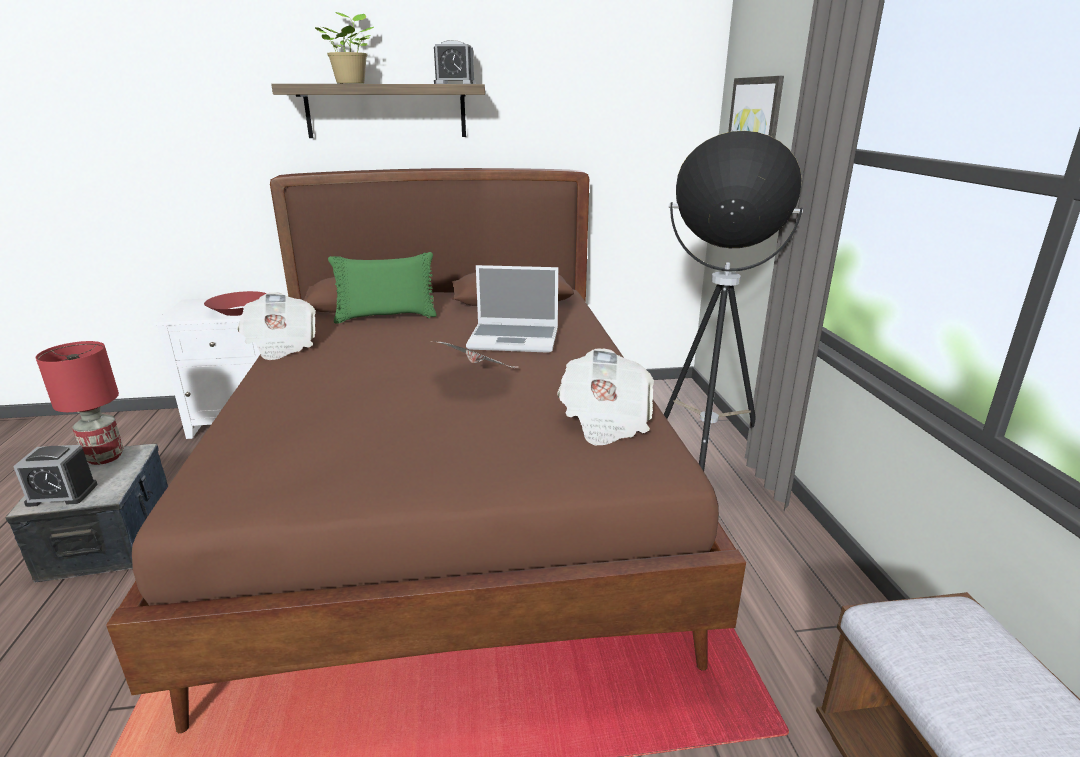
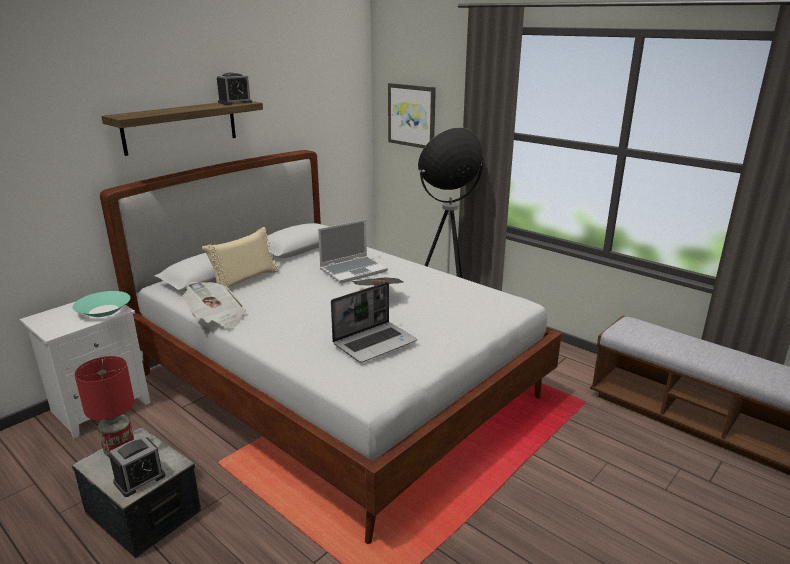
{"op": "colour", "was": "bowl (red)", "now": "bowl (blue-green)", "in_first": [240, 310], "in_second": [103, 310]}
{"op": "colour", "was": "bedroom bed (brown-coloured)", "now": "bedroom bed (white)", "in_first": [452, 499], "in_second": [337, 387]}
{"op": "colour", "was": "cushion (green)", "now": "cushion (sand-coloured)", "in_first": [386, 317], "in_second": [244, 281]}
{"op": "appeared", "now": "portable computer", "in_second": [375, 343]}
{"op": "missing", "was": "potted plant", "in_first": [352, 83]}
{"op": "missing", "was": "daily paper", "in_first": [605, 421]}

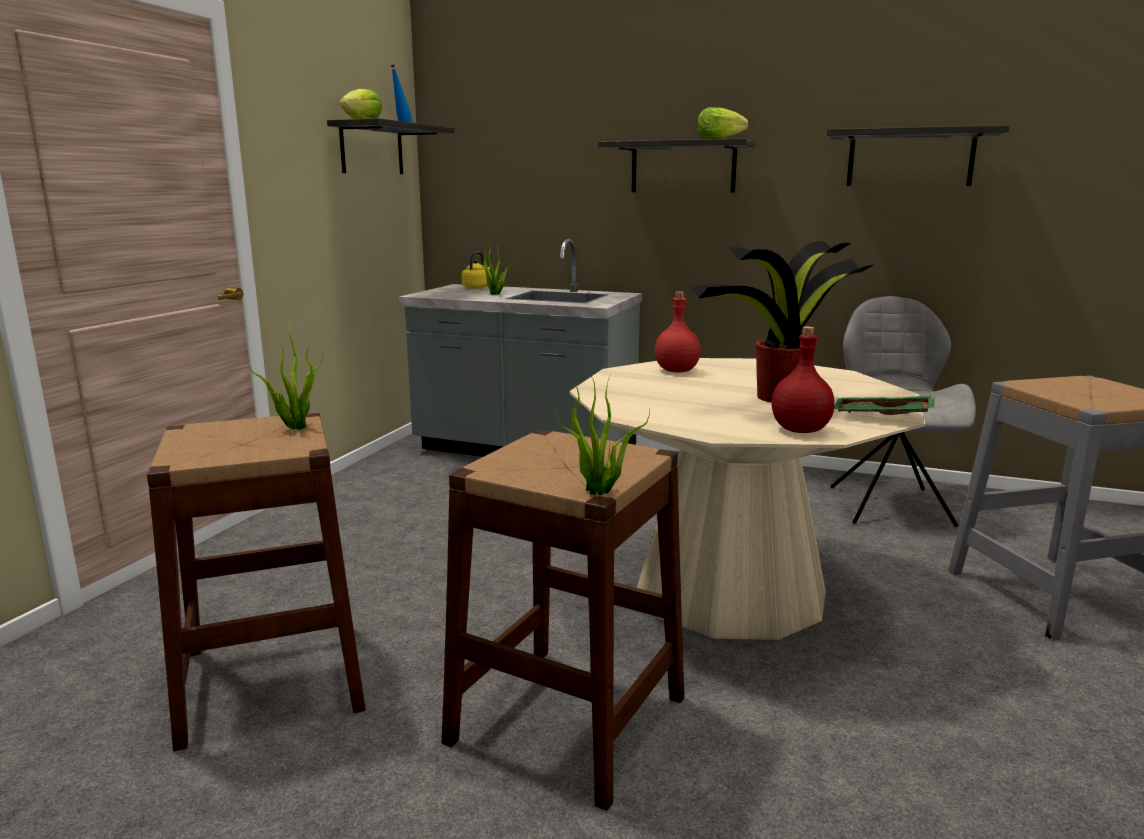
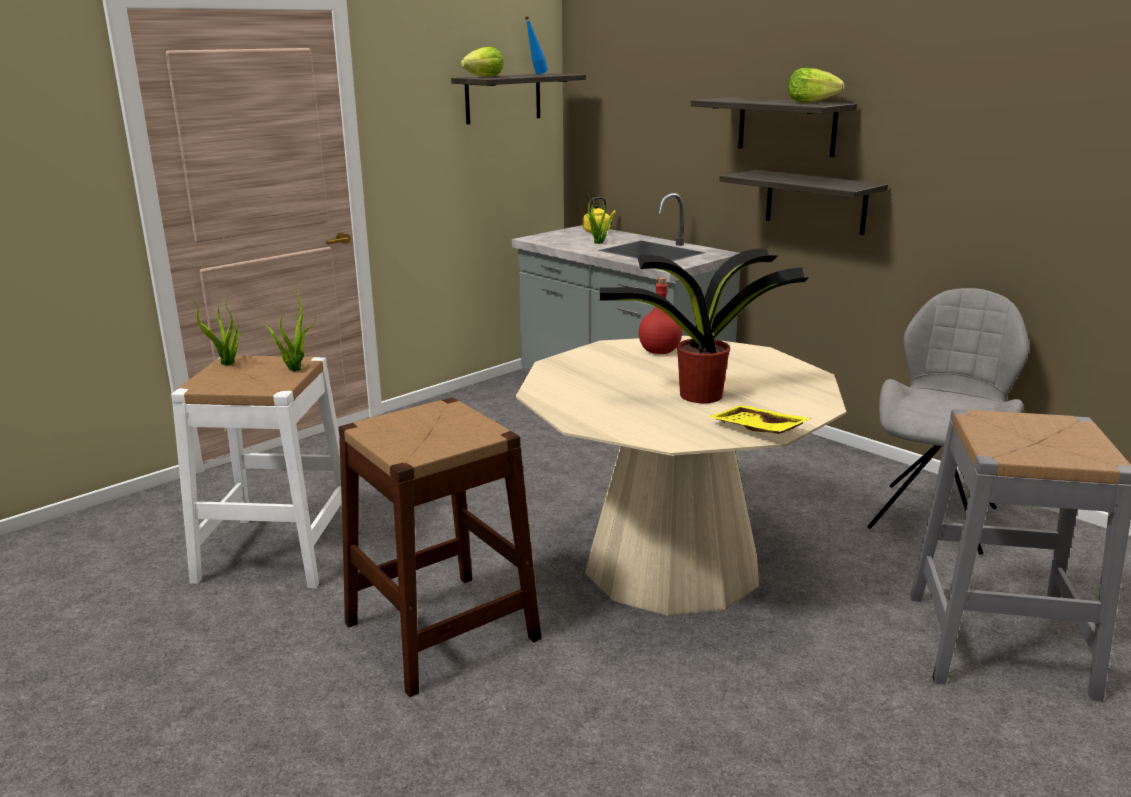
{"op": "colour", "was": "stool (brown-coloured)", "now": "stool (white)", "in_first": [272, 679], "in_second": [277, 551]}
{"op": "relocated", "was": "potted plant", "in_first": [599, 492], "in_second": [228, 364]}
{"op": "colour", "was": "carrying tray (green)", "now": "carrying tray (yellow)", "in_first": [881, 417], "in_second": [756, 430]}
{"op": "relocated", "was": "bracket shelf", "in_first": [910, 158], "in_second": [815, 202]}
{"op": "missing", "was": "drink bottle (red)", "in_first": [799, 430]}

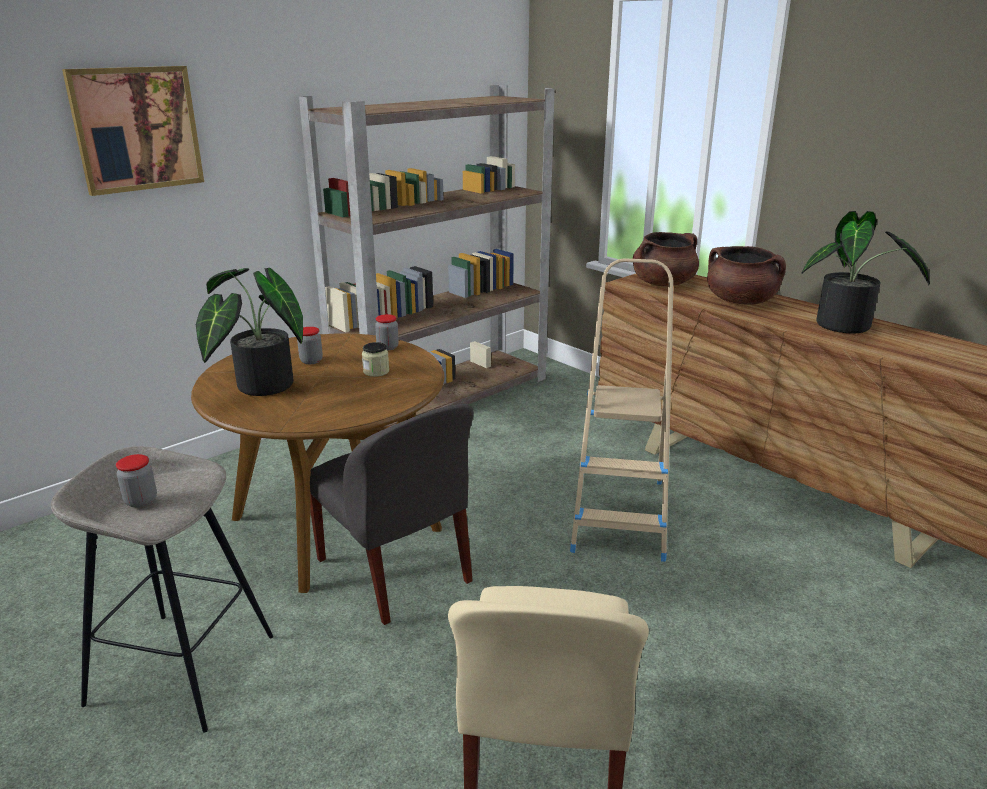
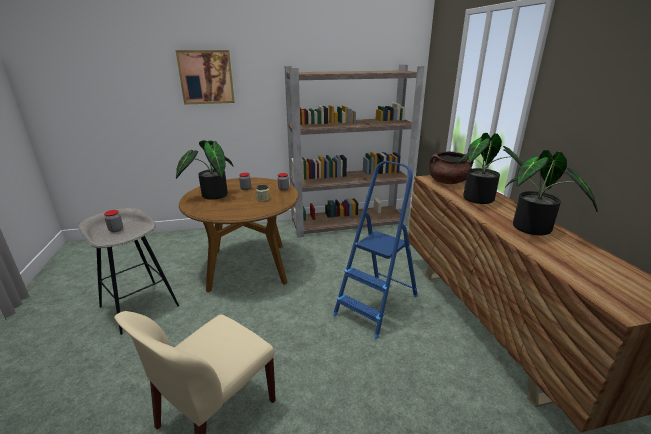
{"op": "colour", "was": "step ladder (sand-coloured)", "now": "step ladder (blue)", "in_first": [618, 515], "in_second": [376, 305]}
{"op": "exchanged", "was": "stockpot (brown-coloured)", "now": "potted plant", "in_first": [740, 301], "in_second": [481, 200]}
{"op": "missing", "was": "plain chair (greyish)", "in_first": [396, 573]}

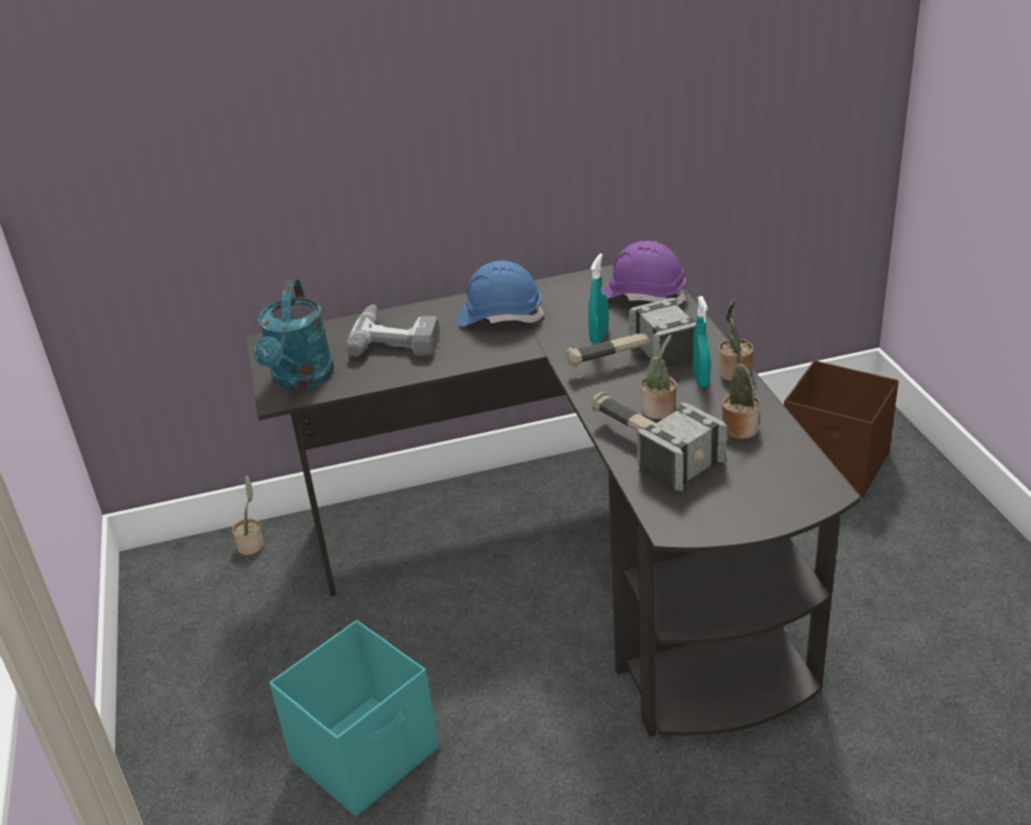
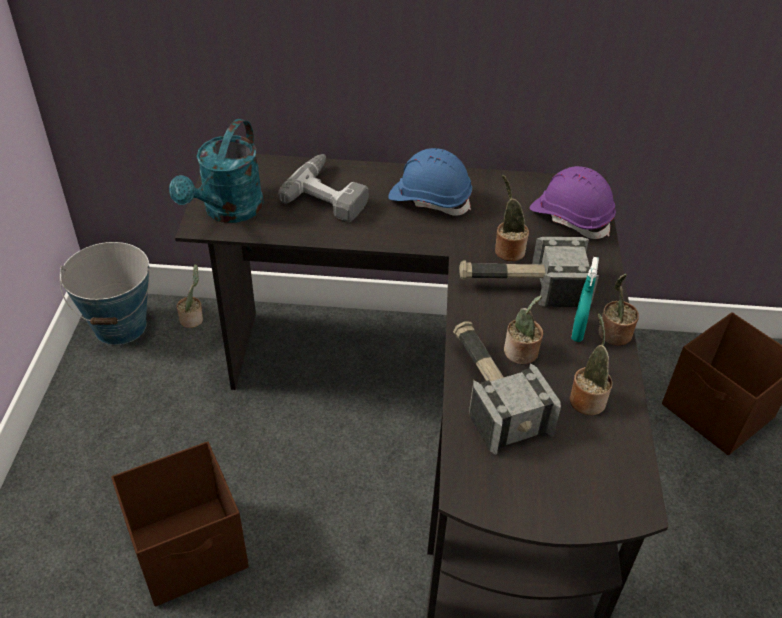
{"op": "appeared", "now": "bucket", "in_second": [121, 326]}
{"op": "colour", "was": "storage bin (blue-green)", "now": "storage bin (brown-coloured)", "in_first": [367, 755], "in_second": [191, 550]}
{"op": "exchanged", "was": "hand sprayer (blue-green)", "now": "potted plant", "in_first": [599, 336], "in_second": [507, 250]}

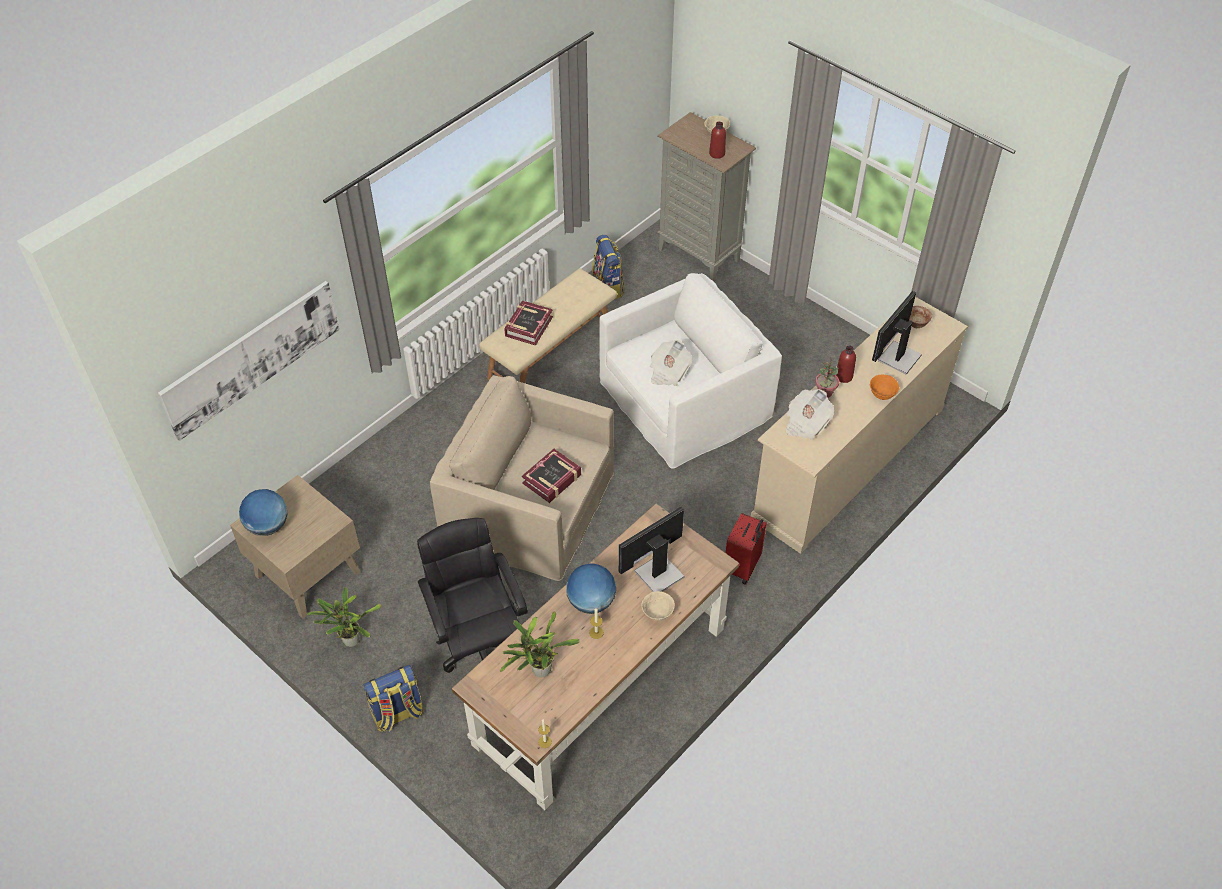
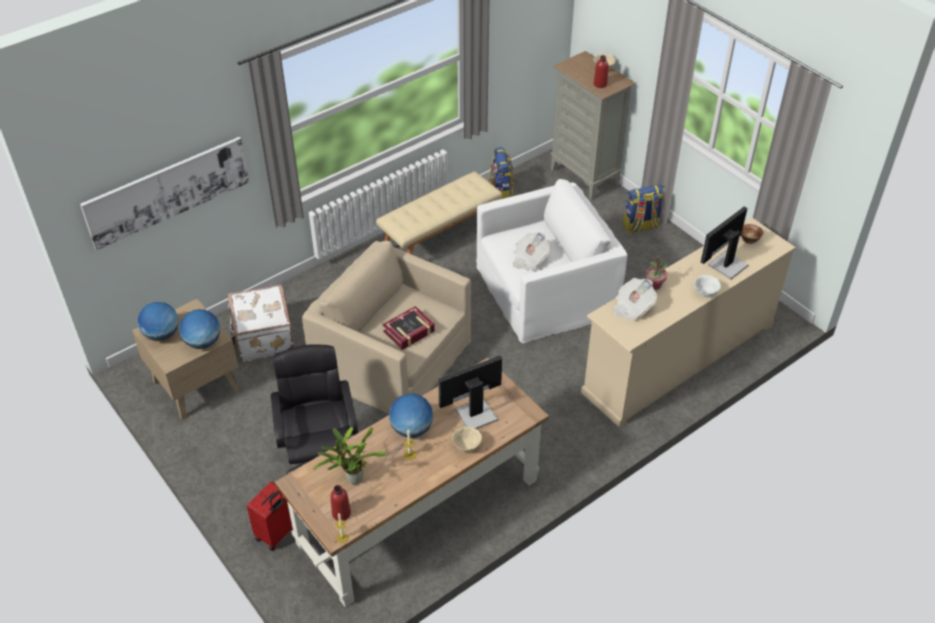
{"op": "appeared", "now": "world globe", "in_second": [203, 342]}
{"op": "appeared", "now": "suitcase (white)", "in_second": [263, 338]}
{"op": "relocated", "was": "suitcase (red)", "in_first": [743, 567], "in_second": [277, 534]}
{"op": "relocated", "was": "drink bottle (red)", "in_first": [844, 376], "in_second": [341, 513]}
{"op": "relocated", "was": "backpack", "in_first": [397, 714], "in_second": [640, 226]}
{"op": "colour", "was": "bowl (orange)", "now": "bowl (white)", "in_first": [882, 395], "in_second": [705, 293]}
{"op": "missing", "was": "potted plant", "in_first": [349, 639]}
{"op": "missing", "was": "bound book", "in_first": [528, 326]}

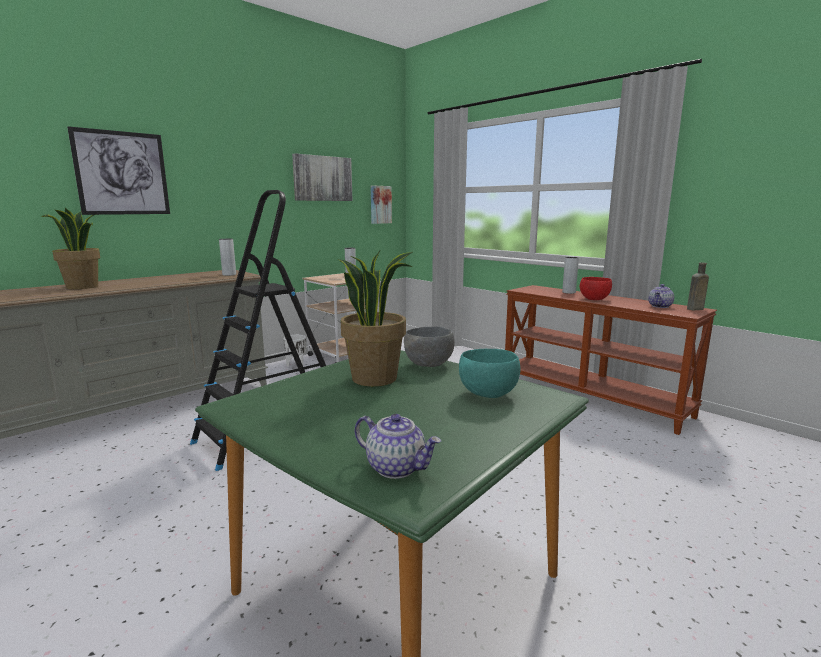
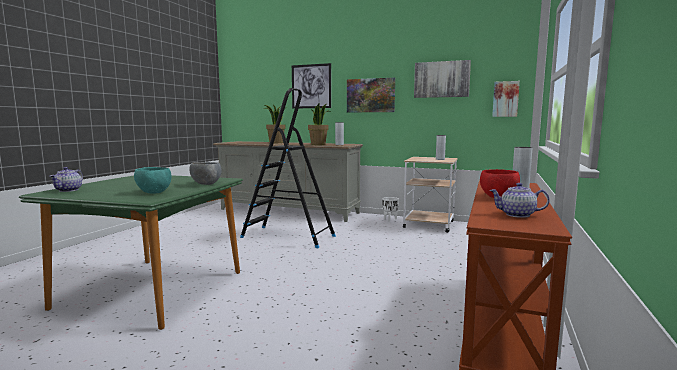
{"op": "relocated", "was": "potted plant", "in_first": [375, 378], "in_second": [318, 144]}
{"op": "appeared", "now": "wall picture", "in_second": [370, 95]}
{"op": "missing", "was": "drink bottle (brown-coloured)", "in_first": [694, 309]}

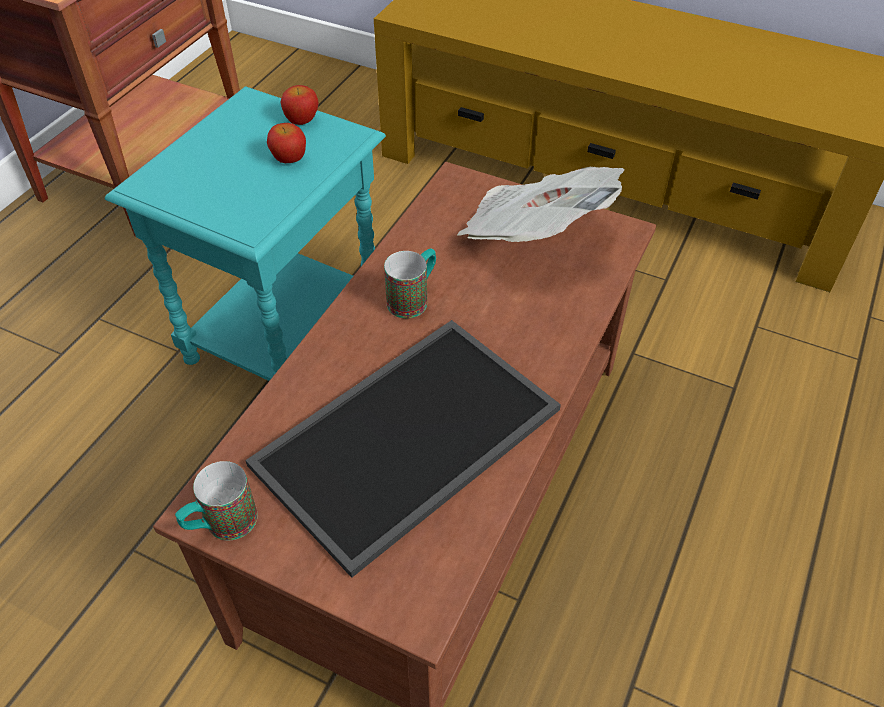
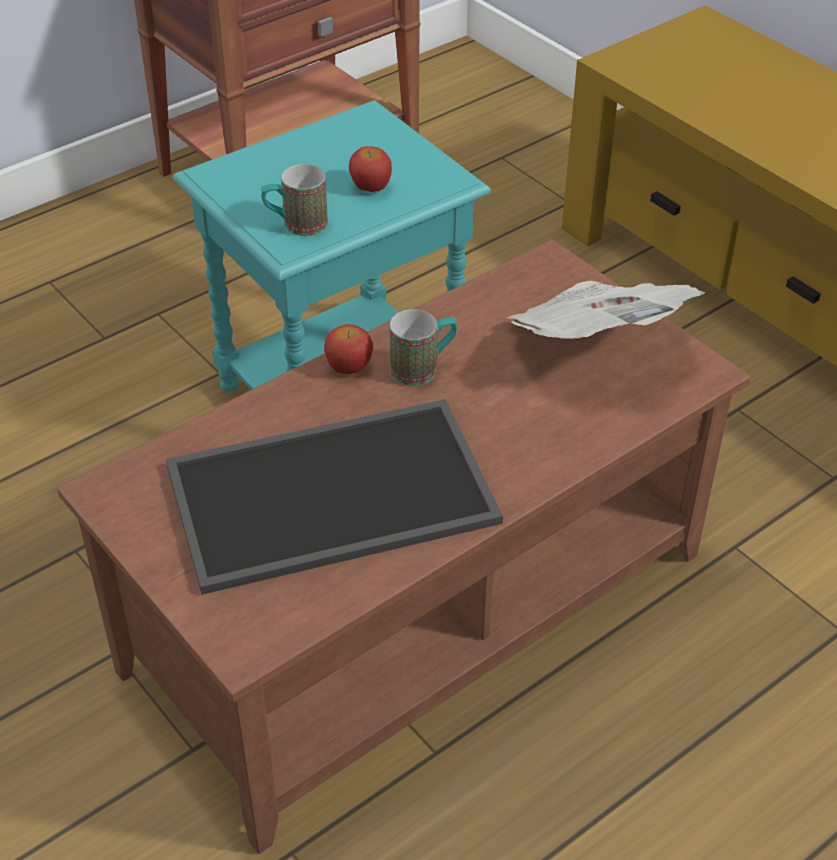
{"op": "relocated", "was": "coffee mug", "in_first": [222, 525], "in_second": [296, 225]}
{"op": "relocated", "was": "apple", "in_first": [302, 120], "in_second": [349, 367]}

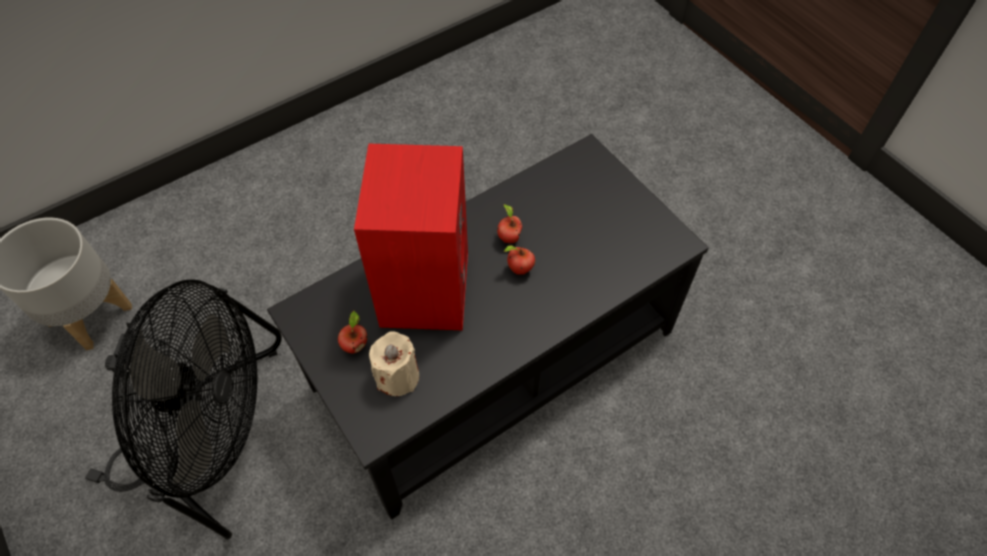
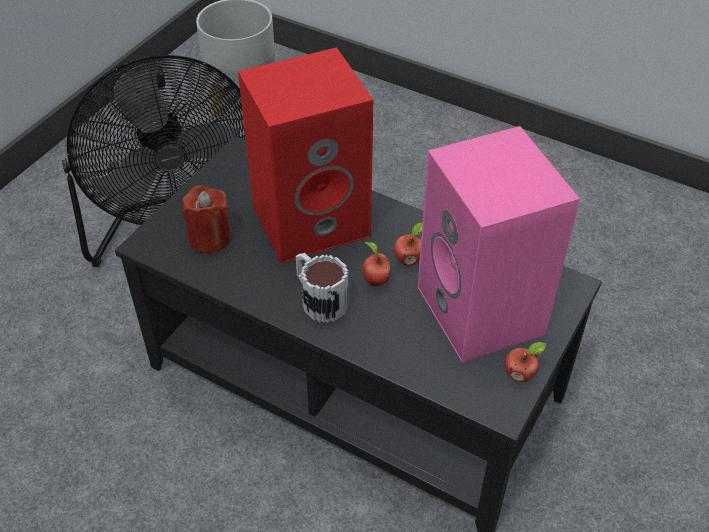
{"op": "colour", "was": "wax light (sand-coloured)", "now": "wax light (red)", "in_first": [397, 376], "in_second": [209, 238]}
{"op": "appeared", "now": "coffee mug", "in_second": [319, 299]}
{"op": "appeared", "now": "speaker (pink-coloured)", "in_second": [484, 312]}
{"op": "relocated", "was": "apple", "in_first": [355, 345], "in_second": [520, 375]}

